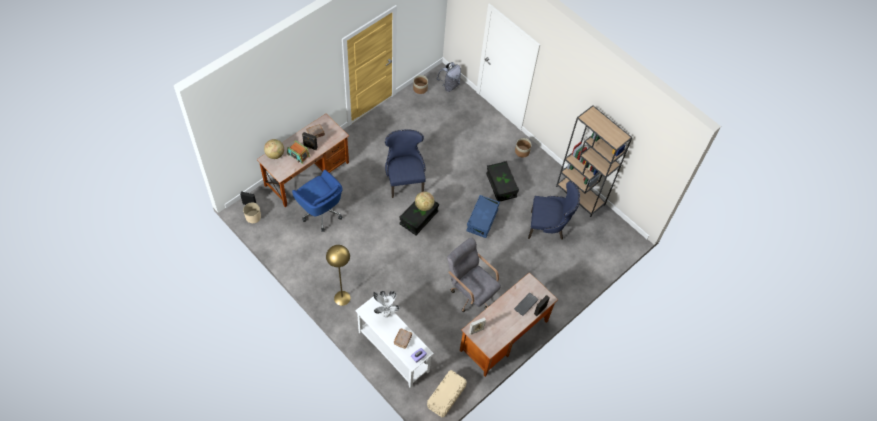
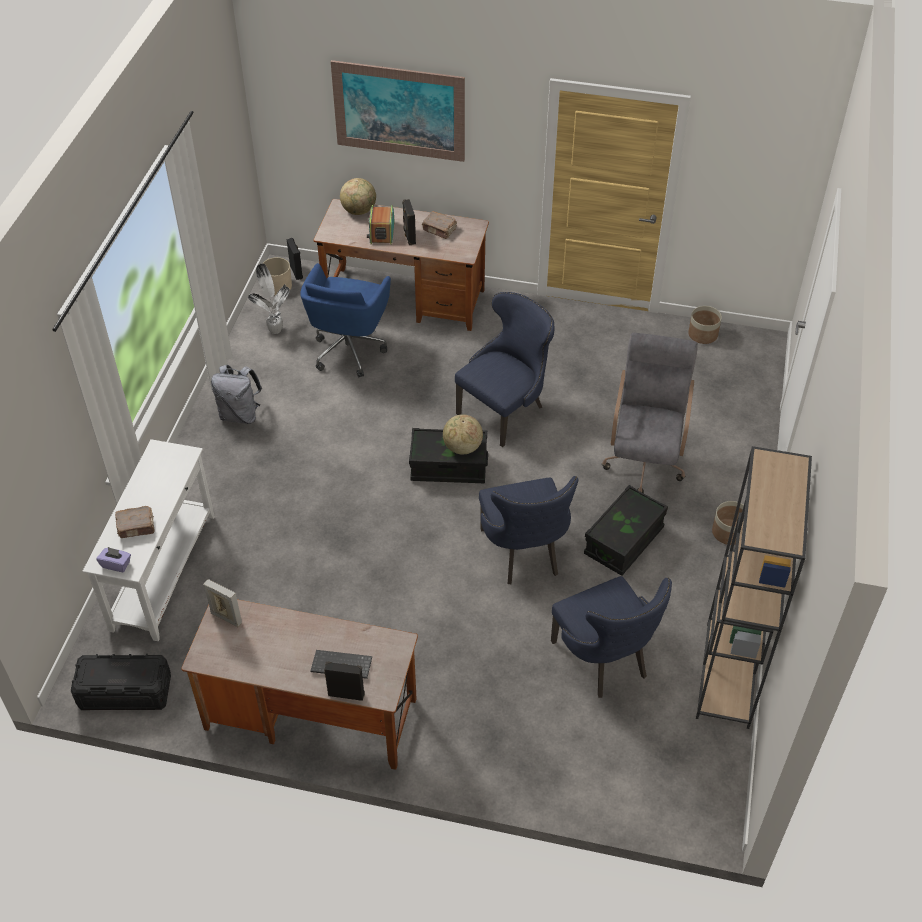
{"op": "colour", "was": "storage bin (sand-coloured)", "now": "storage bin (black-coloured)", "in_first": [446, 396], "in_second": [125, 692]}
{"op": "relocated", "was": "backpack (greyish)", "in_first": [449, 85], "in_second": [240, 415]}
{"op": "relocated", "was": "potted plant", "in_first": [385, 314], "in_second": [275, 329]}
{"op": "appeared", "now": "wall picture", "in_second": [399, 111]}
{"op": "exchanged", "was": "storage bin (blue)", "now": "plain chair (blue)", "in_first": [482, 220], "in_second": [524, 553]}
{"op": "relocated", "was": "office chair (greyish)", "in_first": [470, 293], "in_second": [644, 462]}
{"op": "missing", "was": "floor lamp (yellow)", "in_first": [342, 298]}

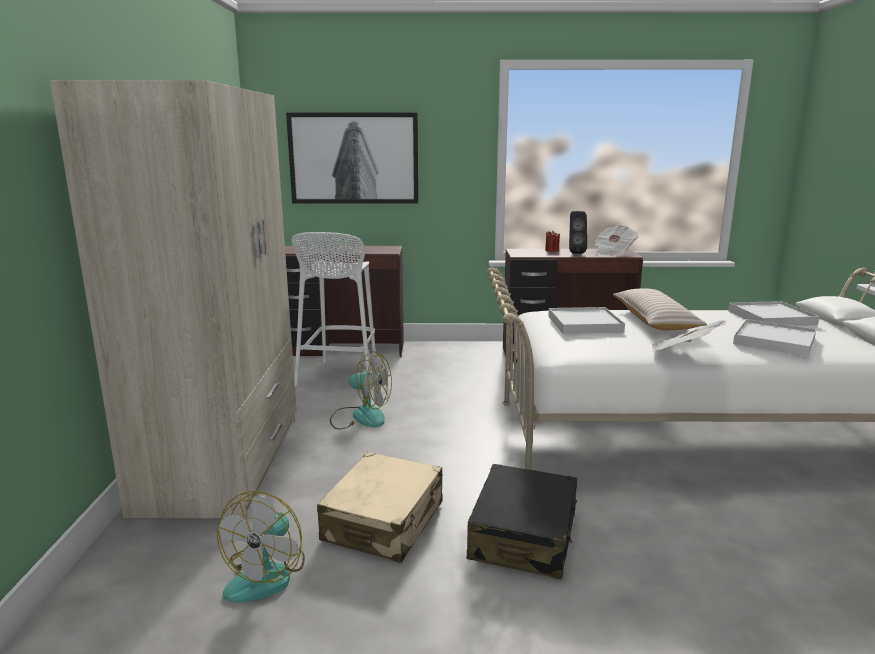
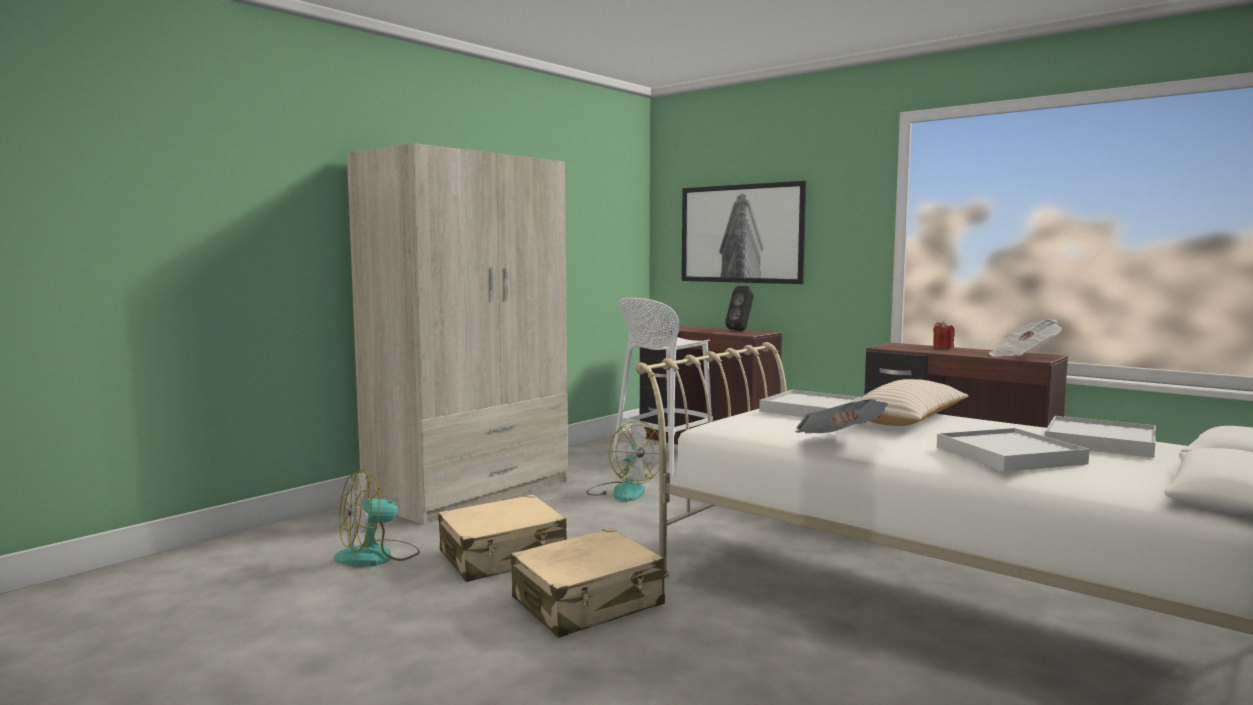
{"op": "colour", "was": "suitcase (black-coloured)", "now": "suitcase (sand-coloured)", "in_first": [523, 536], "in_second": [588, 603]}
{"op": "relocated", "was": "speaker (black-coloured)", "in_first": [575, 253], "in_second": [741, 330]}

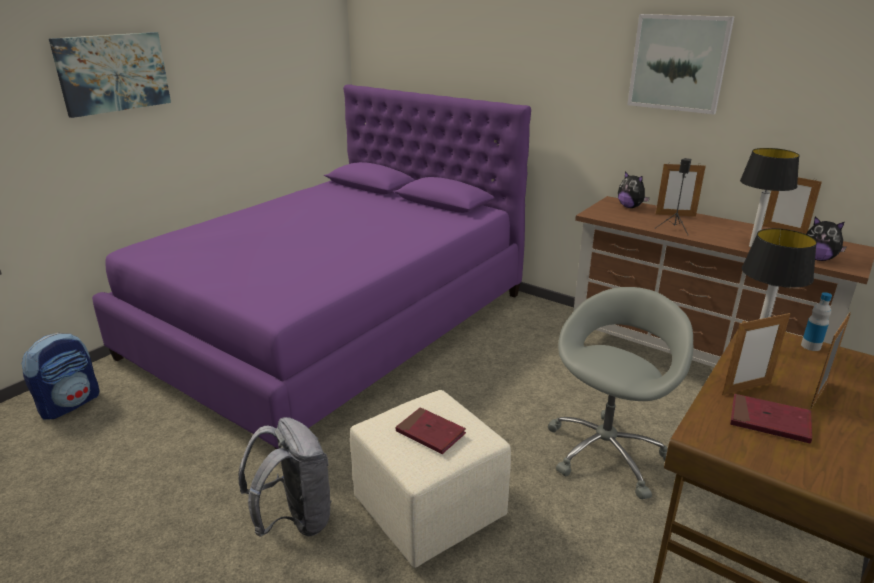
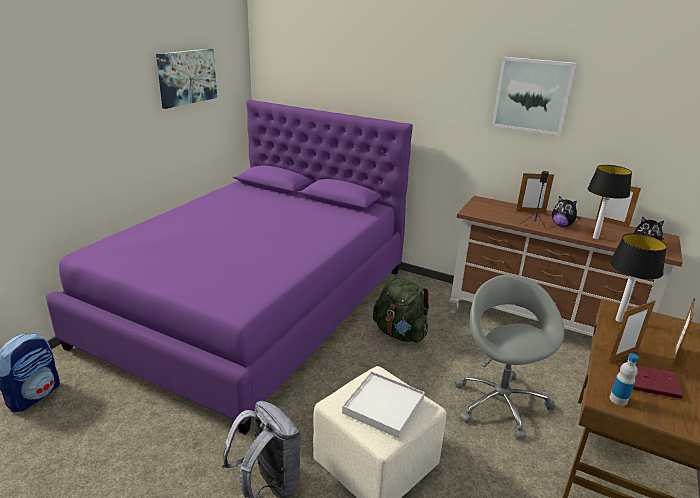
{"op": "relocated", "was": "wall picture", "in_first": [113, 73], "in_second": [187, 77]}
{"op": "exchanged", "was": "bound book (red)", "now": "carrying tray (white)", "in_first": [430, 433], "in_second": [383, 406]}
{"op": "appeared", "now": "backpack (green)", "in_second": [399, 333]}
{"op": "spun", "was": "office chair (greyish)", "in_first": [607, 452], "in_second": [499, 403], "clockwise": -60}
{"op": "relocated", "was": "soft toy", "in_first": [630, 207], "in_second": [562, 225]}
{"op": "relocated", "was": "drink bottle", "in_first": [810, 346], "in_second": [618, 399]}

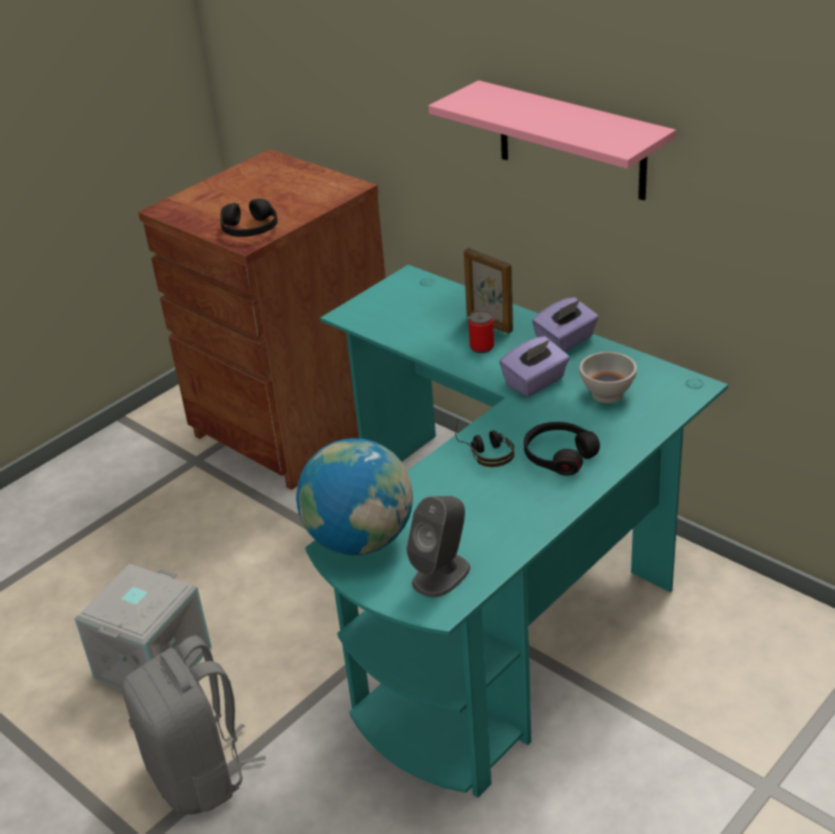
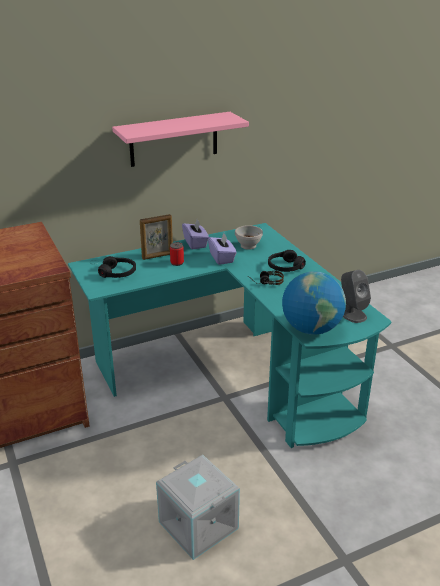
{"op": "relocated", "was": "headset (black-coloured)", "in_first": [250, 229], "in_second": [118, 273]}
{"op": "missing", "was": "backpack (greyish)", "in_first": [199, 774]}

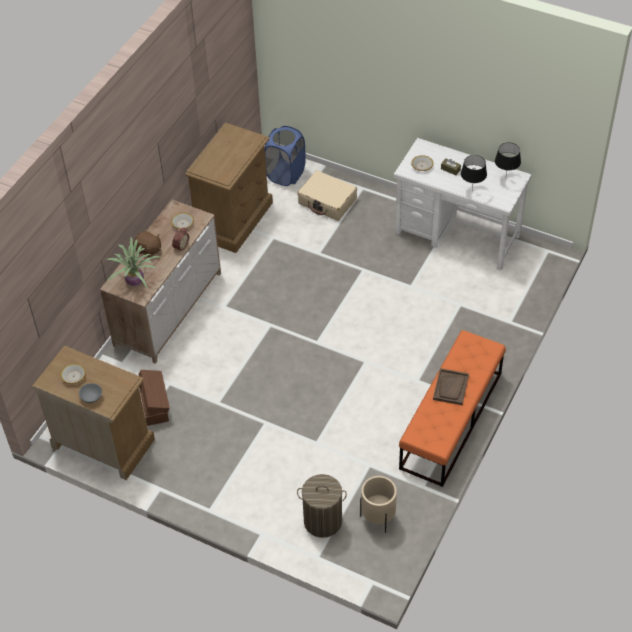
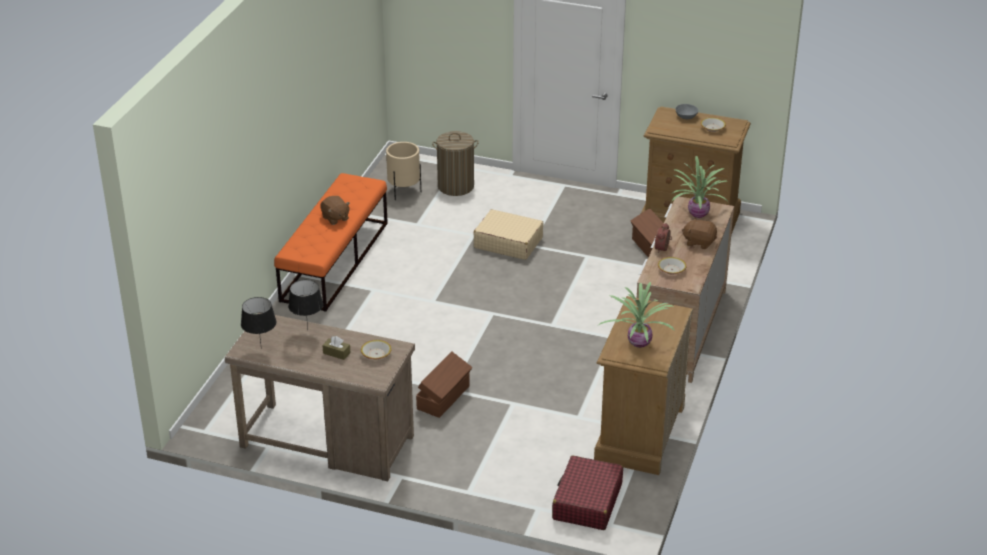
{"op": "colour", "was": "desk (white)", "now": "desk (brown-coloured)", "in_first": [458, 234], "in_second": [326, 442]}
{"op": "exchanged", "was": "carrying tray (brown-coloured)", "now": "soft toy (brown-coloured)", "in_first": [451, 387], "in_second": [335, 218]}
{"op": "appeared", "now": "storage bin (brown-coloured)", "in_second": [444, 397]}
{"op": "relocated", "was": "suitcase (sand-coloured)", "in_first": [327, 201], "in_second": [508, 243]}
{"op": "exchanged", "was": "laundry basket (blue)", "now": "suitcase (red)", "in_first": [286, 174], "in_second": [587, 502]}
{"op": "appeared", "now": "potted plant", "in_second": [637, 342]}

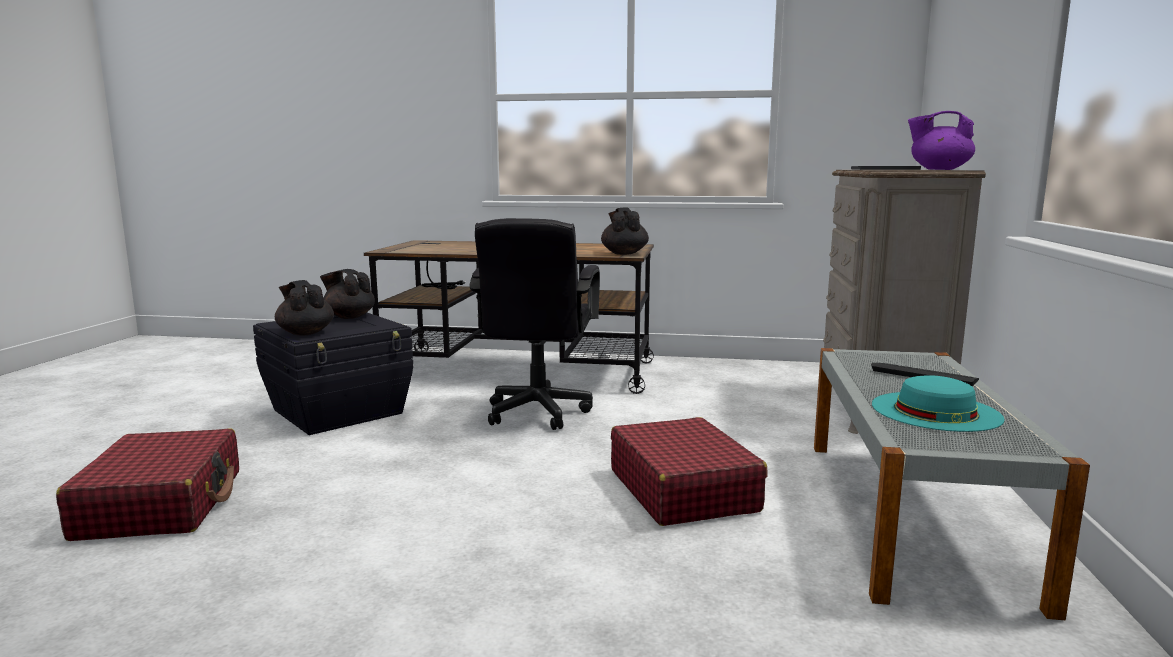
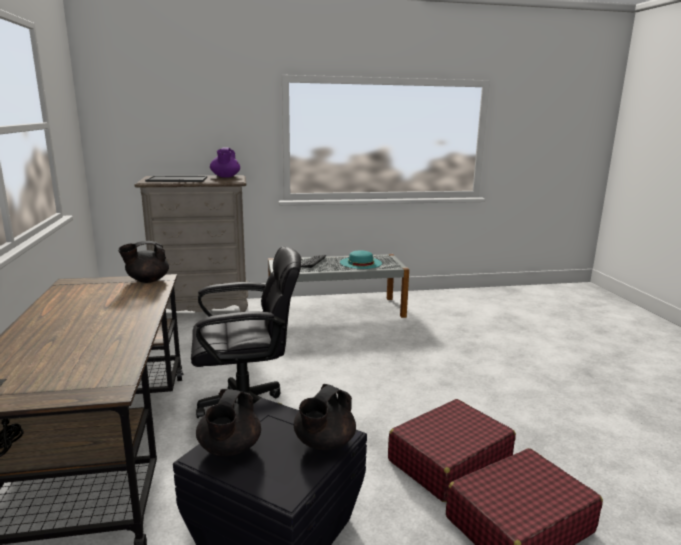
{"op": "relocated", "was": "suitcase (red)", "in_first": [682, 490], "in_second": [448, 461]}

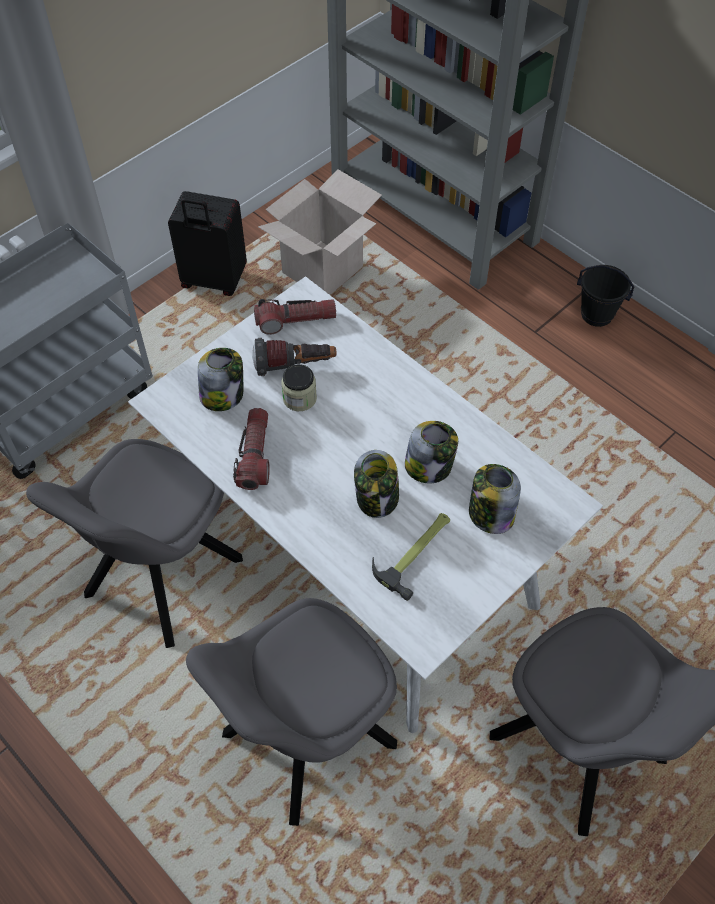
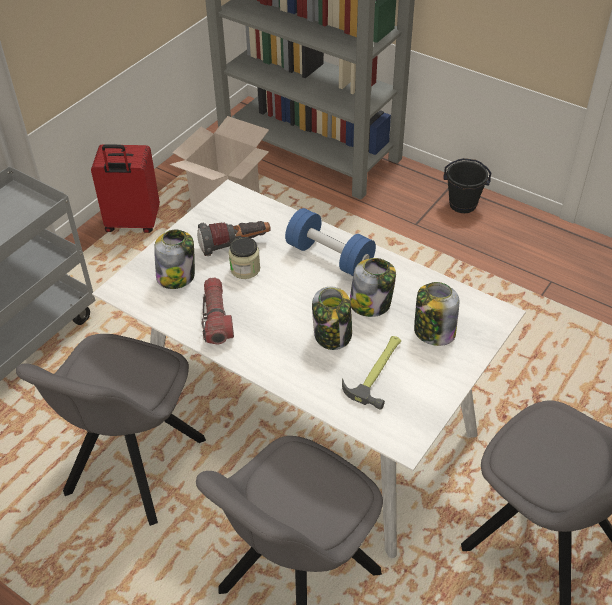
{"op": "colour", "was": "suitcase (black-coloured)", "now": "suitcase (red)", "in_first": [213, 281], "in_second": [132, 223]}
{"op": "appeared", "now": "dumbbell (blue)", "in_second": [330, 257]}
{"op": "missing", "was": "hand torch", "in_first": [295, 321]}

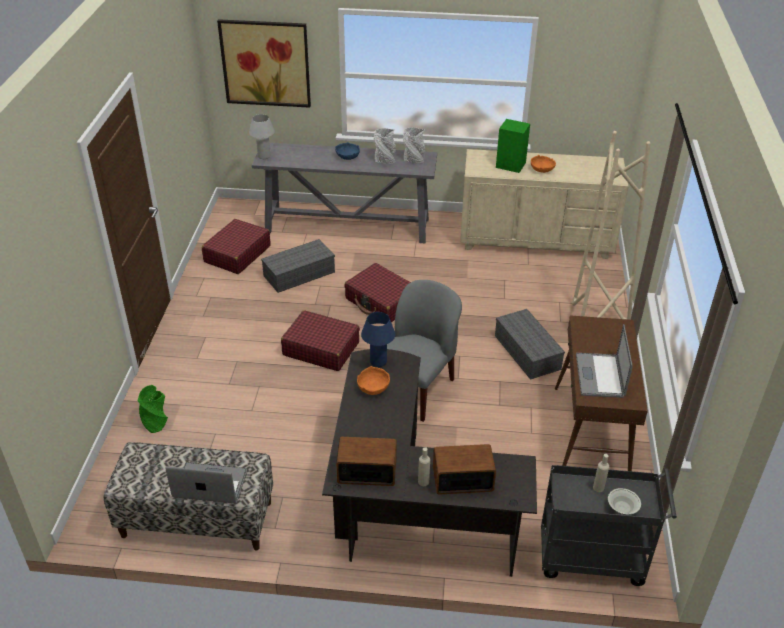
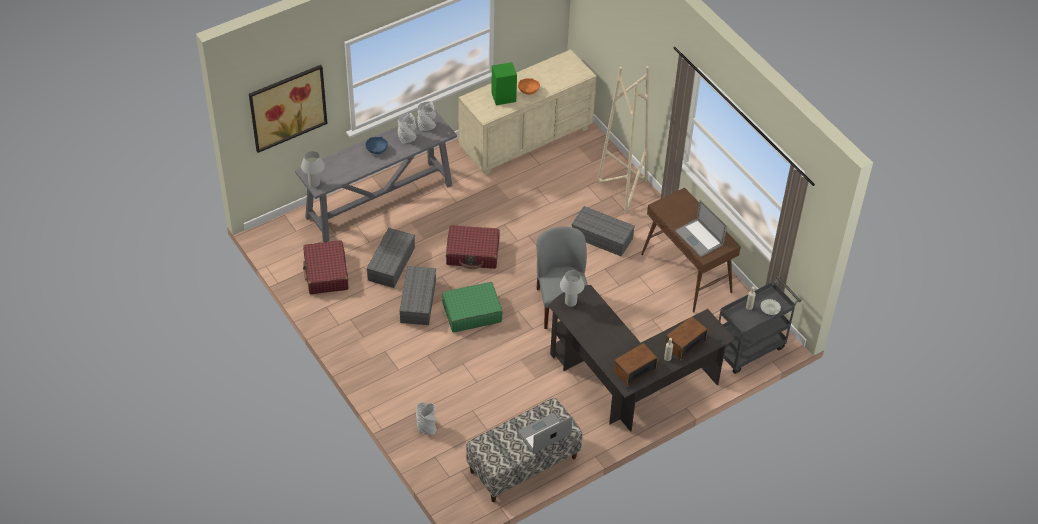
{"op": "appeared", "now": "storage bin (greyish)", "in_second": [417, 300]}
{"op": "colour", "was": "decorative vase (green)", "now": "decorative vase (greyish)", "in_first": [155, 422], "in_second": [426, 427]}
{"op": "colour", "was": "suitcase (red)", "now": "suitcase (green)", "in_first": [321, 348], "in_second": [471, 313]}
{"op": "colour", "was": "tabletop lamp (blue)", "now": "tabletop lamp (white)", "in_first": [378, 362], "in_second": [570, 302]}
{"op": "missing", "was": "bowl (orange)", "in_first": [373, 388]}

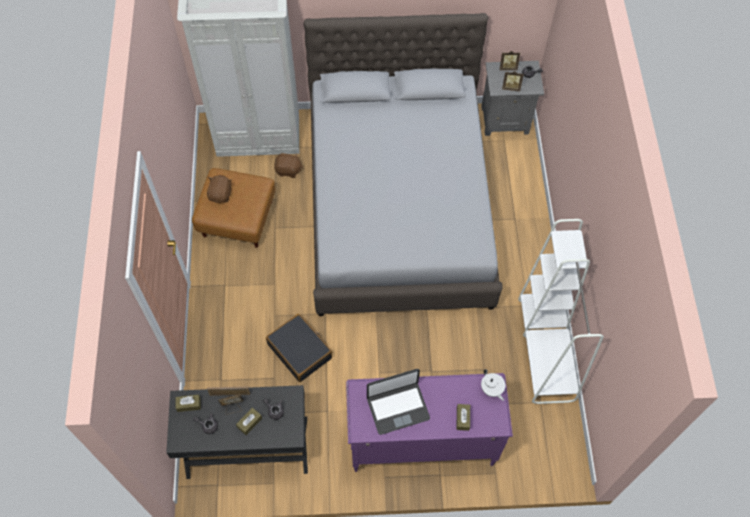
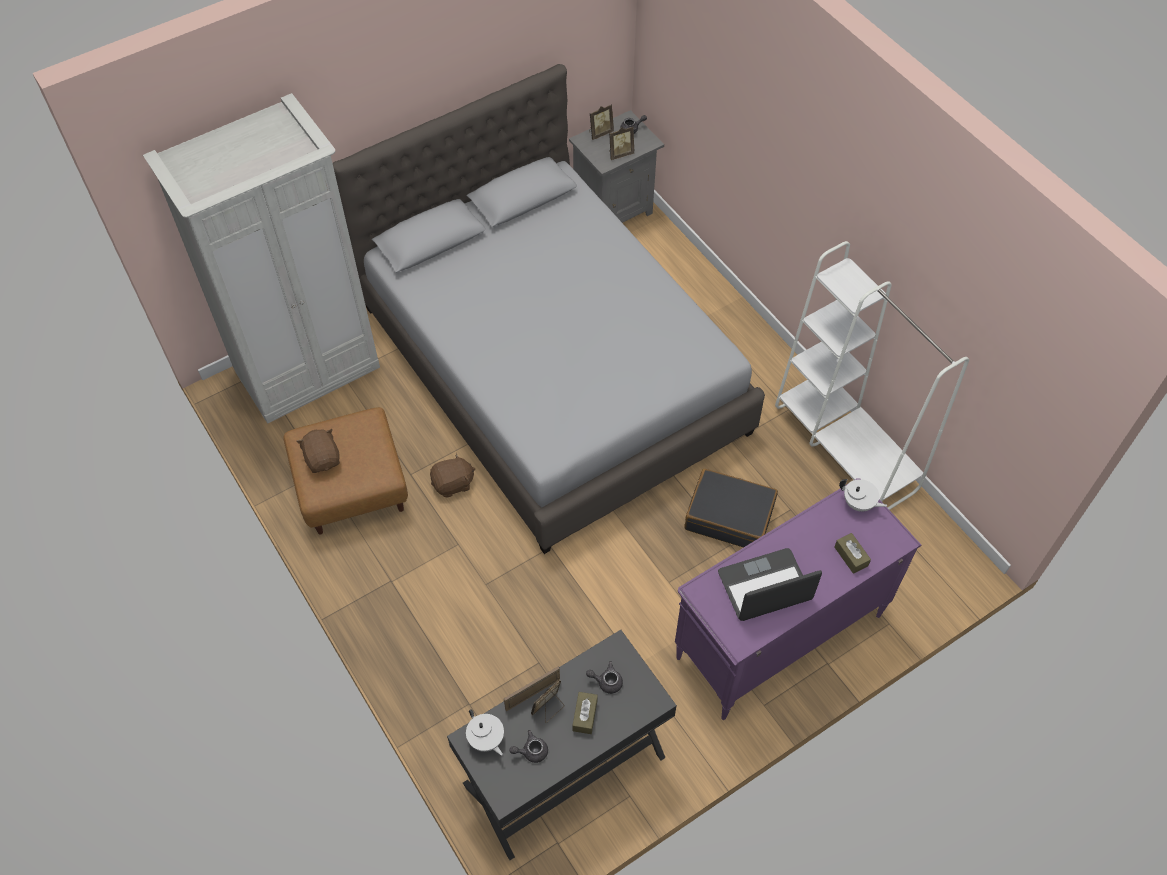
{"op": "relocated", "was": "soft toy (brown-coloured)", "in_first": [288, 170], "in_second": [453, 484]}
{"op": "exchanged", "was": "tissue holder (brown-coloured)", "now": "pot for tea (white)", "in_first": [189, 404], "in_second": [486, 739]}
{"op": "relocated", "was": "suitcase (black-coloured)", "in_first": [300, 351], "in_second": [729, 516]}
{"op": "spun", "was": "portable computer", "in_first": [397, 408], "in_second": [765, 587], "clockwise": -150}

